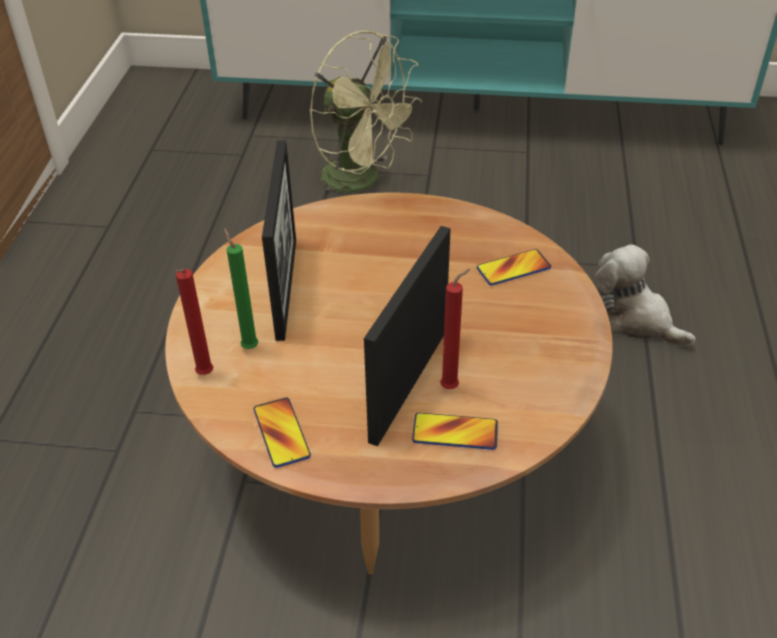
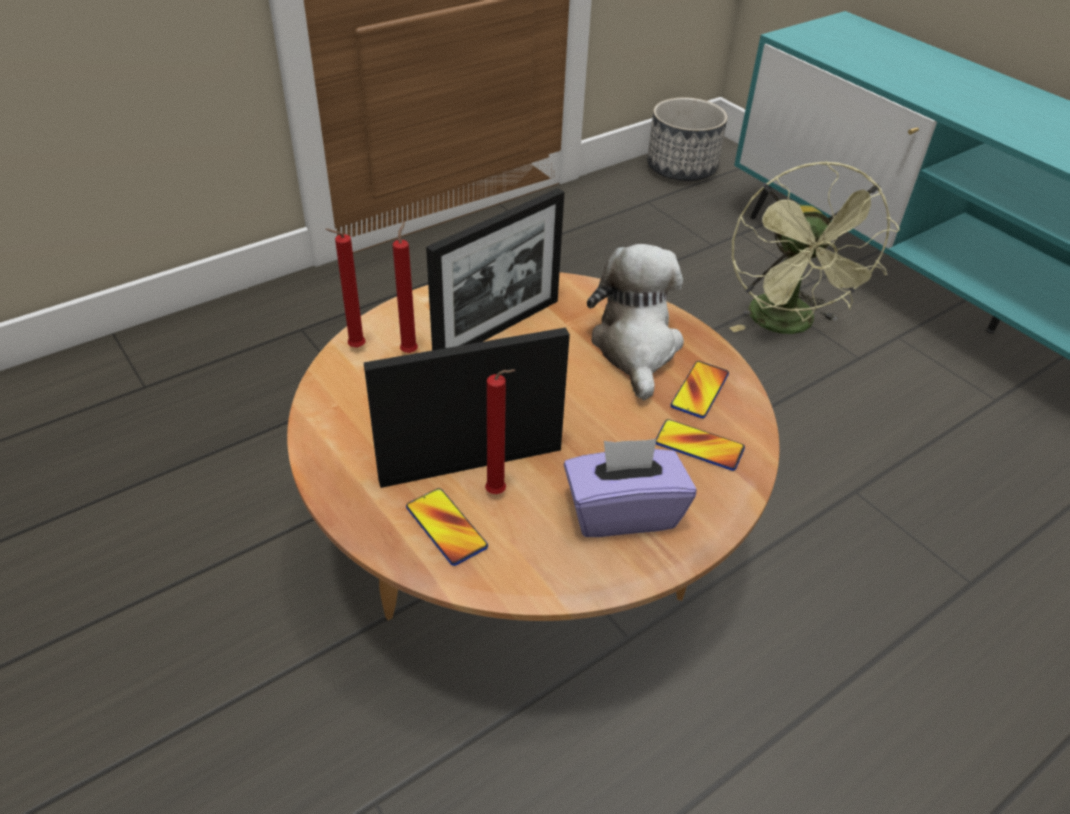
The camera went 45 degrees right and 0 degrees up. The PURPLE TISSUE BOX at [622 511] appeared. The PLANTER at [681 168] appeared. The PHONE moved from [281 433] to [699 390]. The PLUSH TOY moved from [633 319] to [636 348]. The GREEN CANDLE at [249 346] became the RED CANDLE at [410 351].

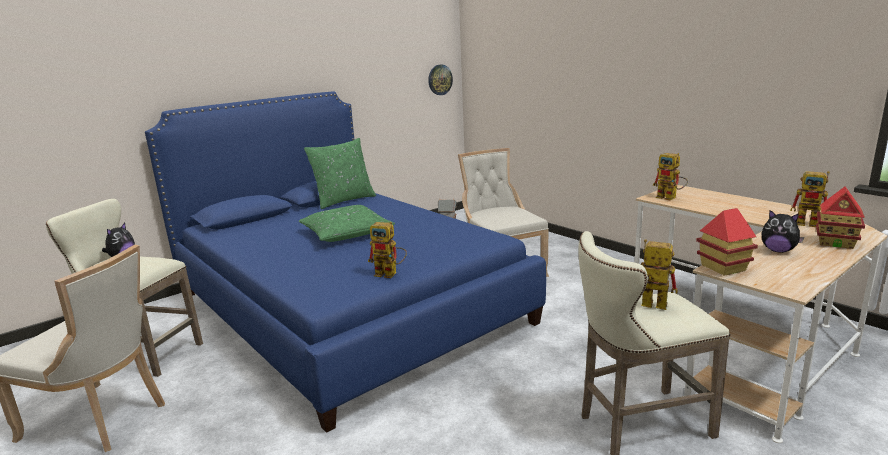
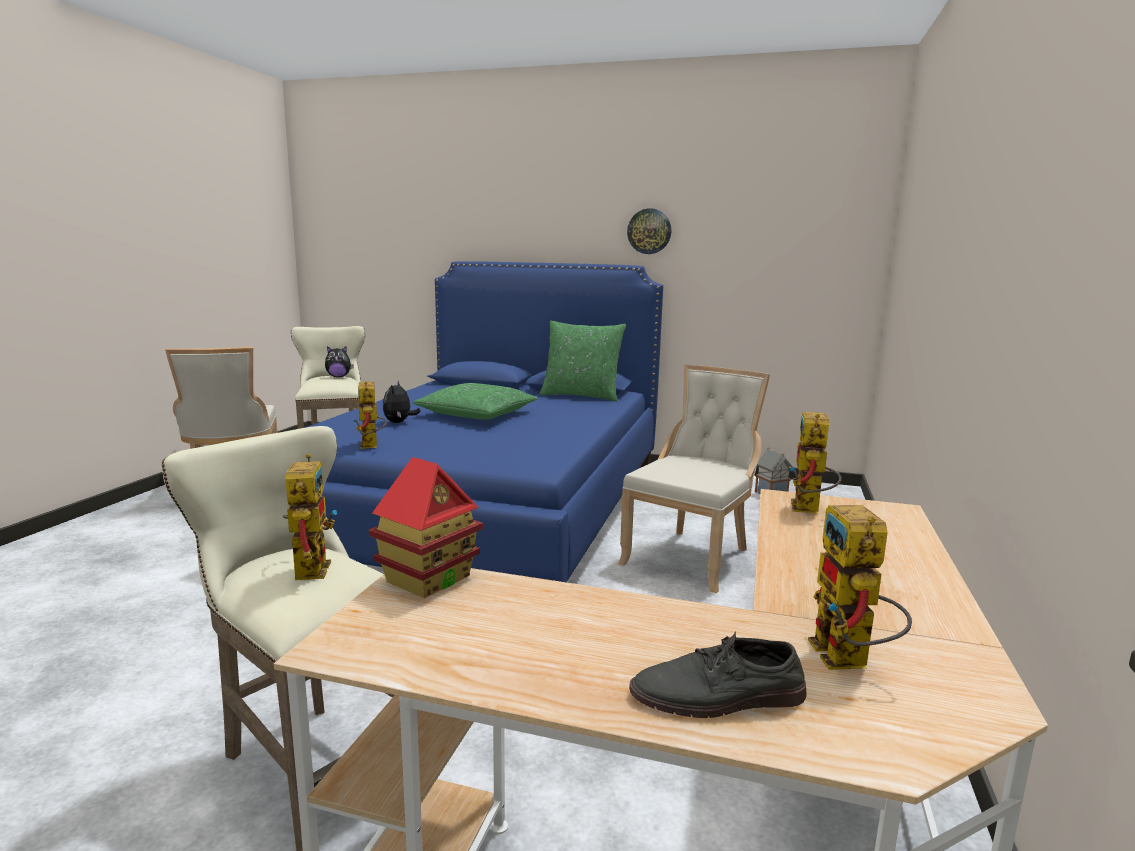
The camera went 55 degrees right and 5 degrees down. The WALL CLOCK moved from [440 79] to [649 231]. The PLUSH TOY moved from [778 251] to [399 422]. The TOY HOUSE at [835 243] was replaced by the GREY SHOE at [717 697].

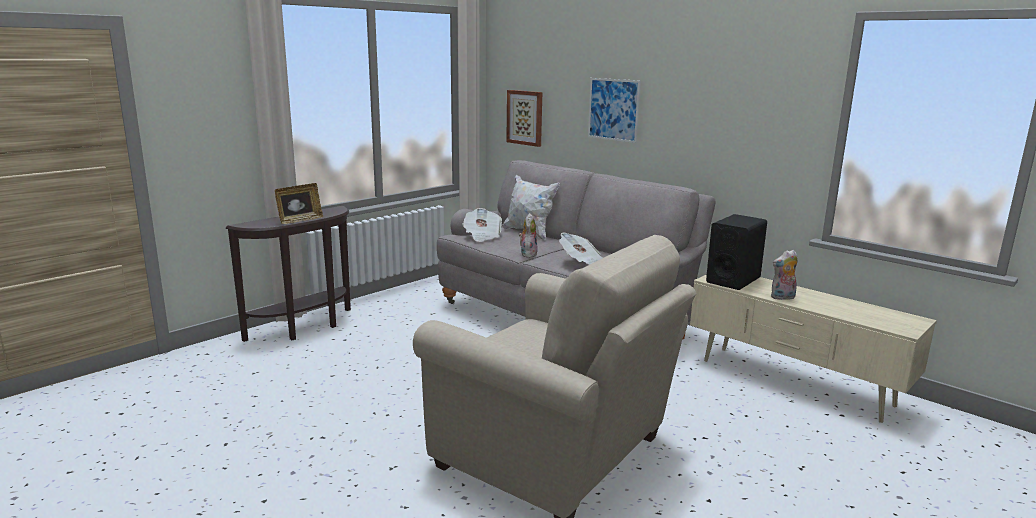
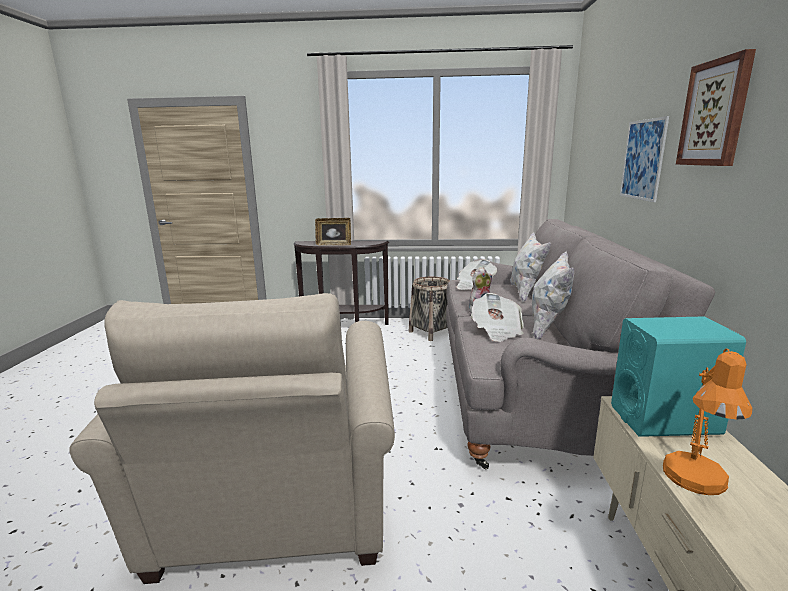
The camera went 50 degrees right and 0 degrees up. The BASKET at [431 332] appeared. The WHITE PILLOW at [548 327] appeared. The PICTURE moved from [525 117] to [715 113]. The PLUSH TOY at [782 298] was replaced by the ORANGE TABLE LAMP at [695 483]. The BLACK SPEAKER at [733 280] became the TURQUOISE SPEAKER at [664 420].

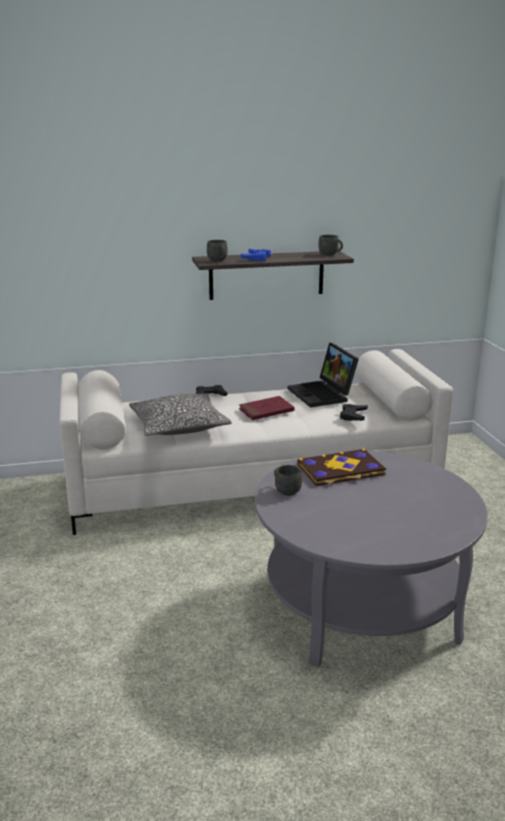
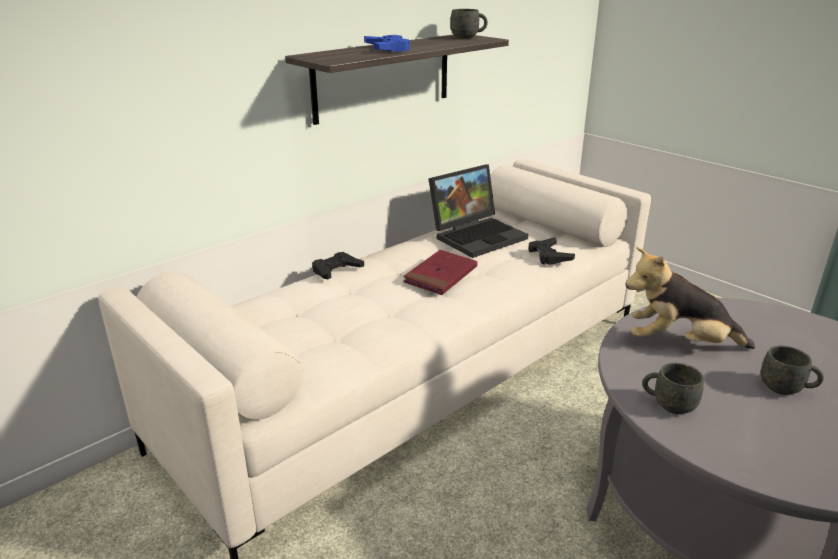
The camera went 30 degrees left and 5 degrees up. The PILLOW at [179 426] disappeared. The GREY MUG moved from [218 260] to [786 389]. The BOOK at [341 470] was replaced by the PLUSH TOY at [679 344]. The LAPTOP at [323 395] turned 75 degrees counterclockwise.

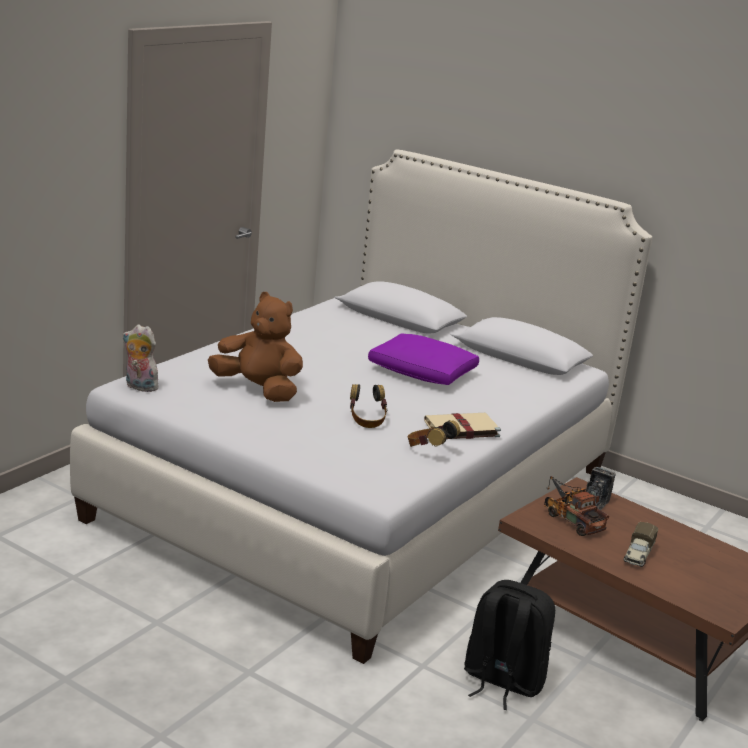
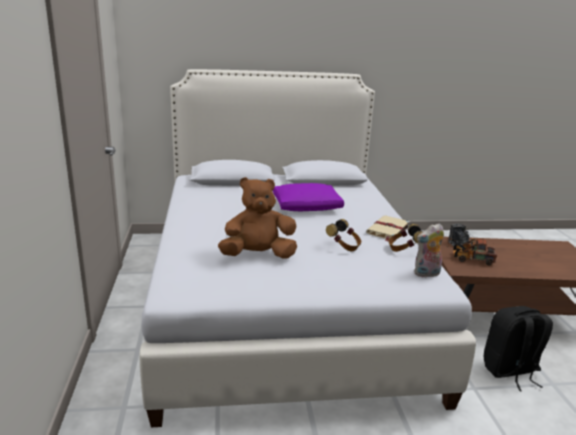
The camera went 40 degrees left and 0 degrees up. The TOY TRUCK at [638 555] disappeared. The PLUSH TOY moved from [139 387] to [426 274].

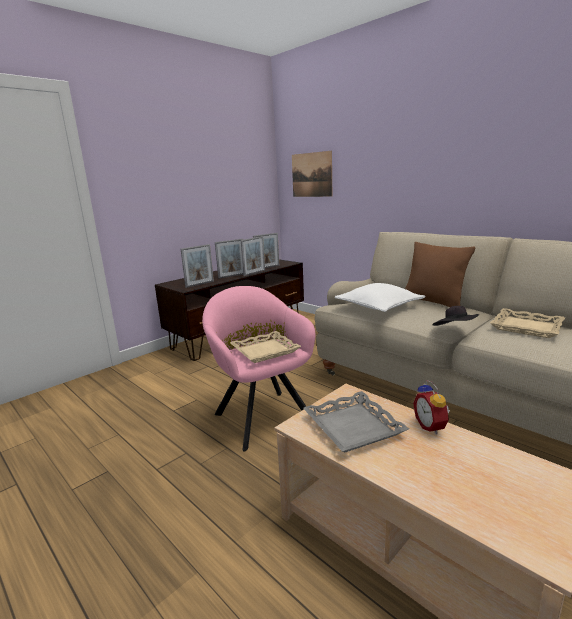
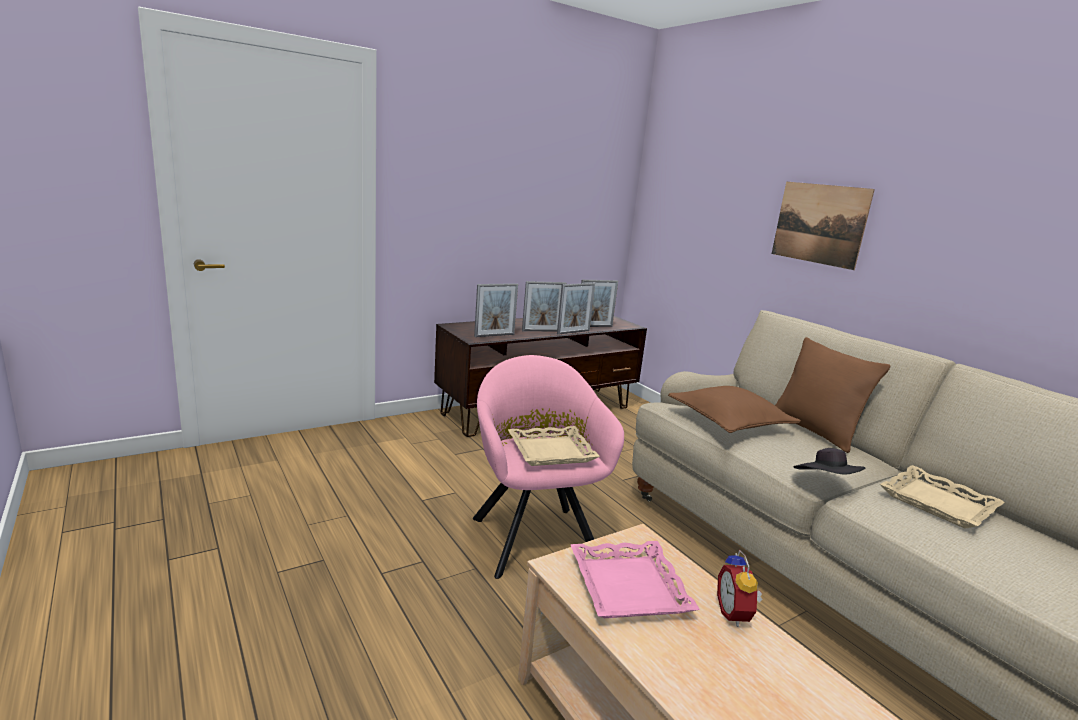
The camera went 10 degrees right and 0 degrees up. The PICTURE moved from [311 175] to [819 224]. The GREY TRAY at [352 427] became the PINK TRAY at [627 586]. The WHITE PILLOW at [379 306] became the BROWN PILLOW at [729 421].

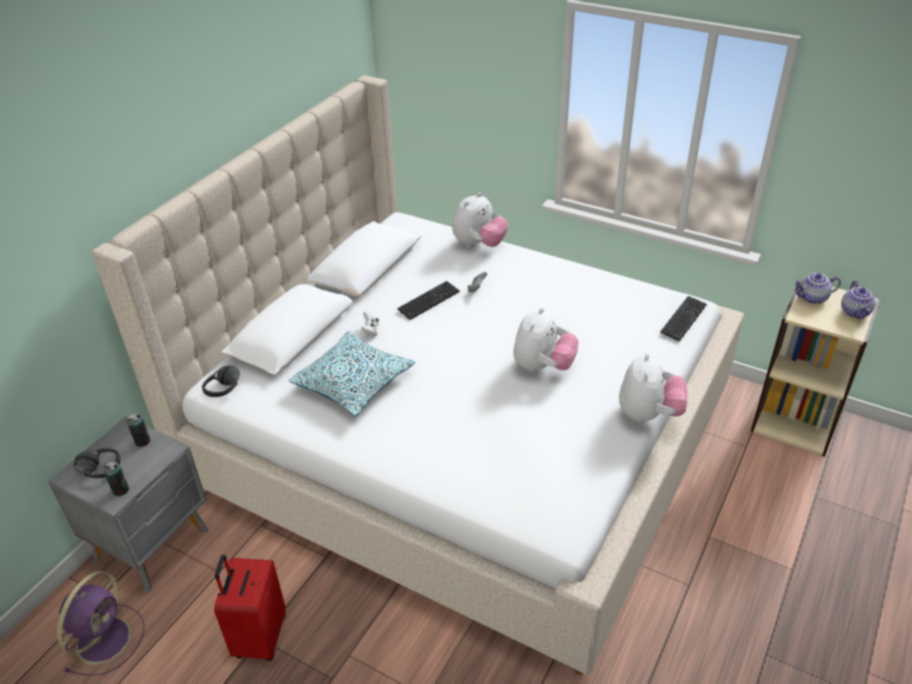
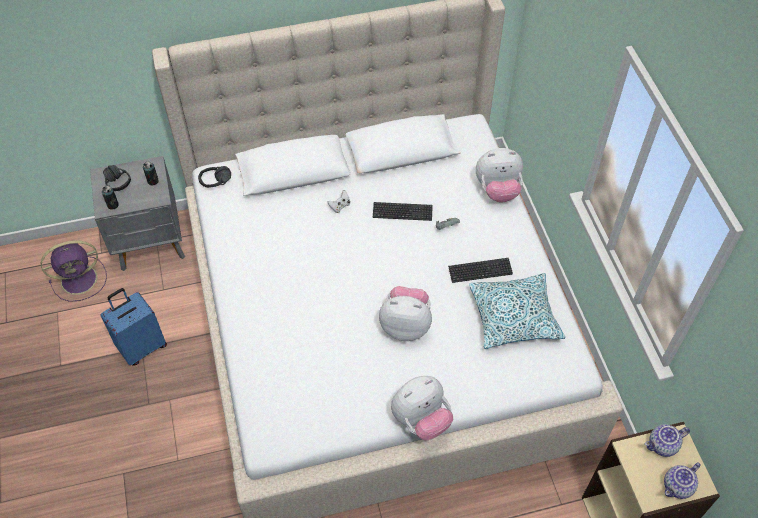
The camera went 45 degrees right and 15 degrees up. The PILLOW moved from [353 382] to [514 316]. The KEYBOARD moved from [683 319] to [480 271]. The RED SUITCASE at [259 637] became the BLUE SUITCASE at [142 347]. The PLUSH TOY at [543 366] turned 150 degrees counterclockwise. The TEAPOT at [812 298] turned 60 degrees counterclockwise.

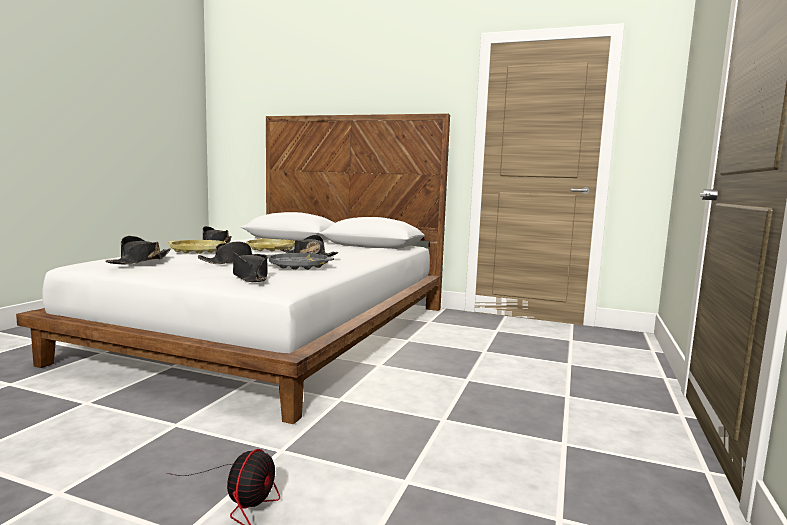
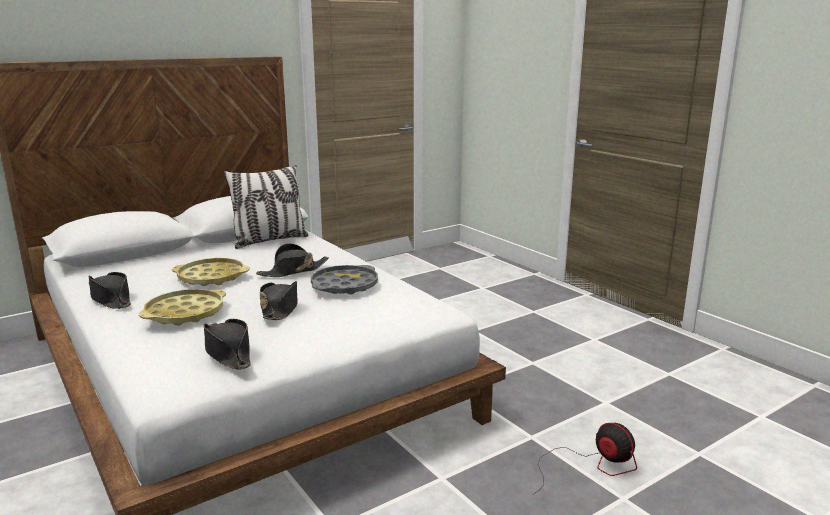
The camera went 55 degrees left and 10 degrees up. The BLACK HAT at [250 277] disappeared. The PILLOW at [269 240] appeared.

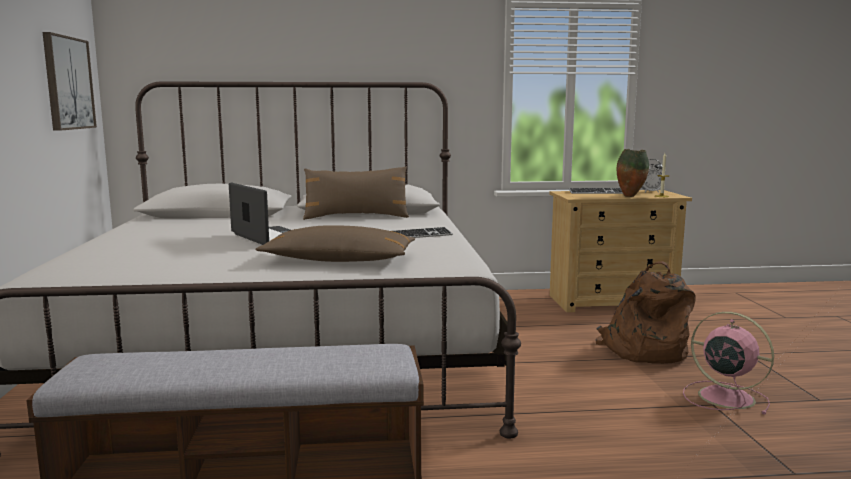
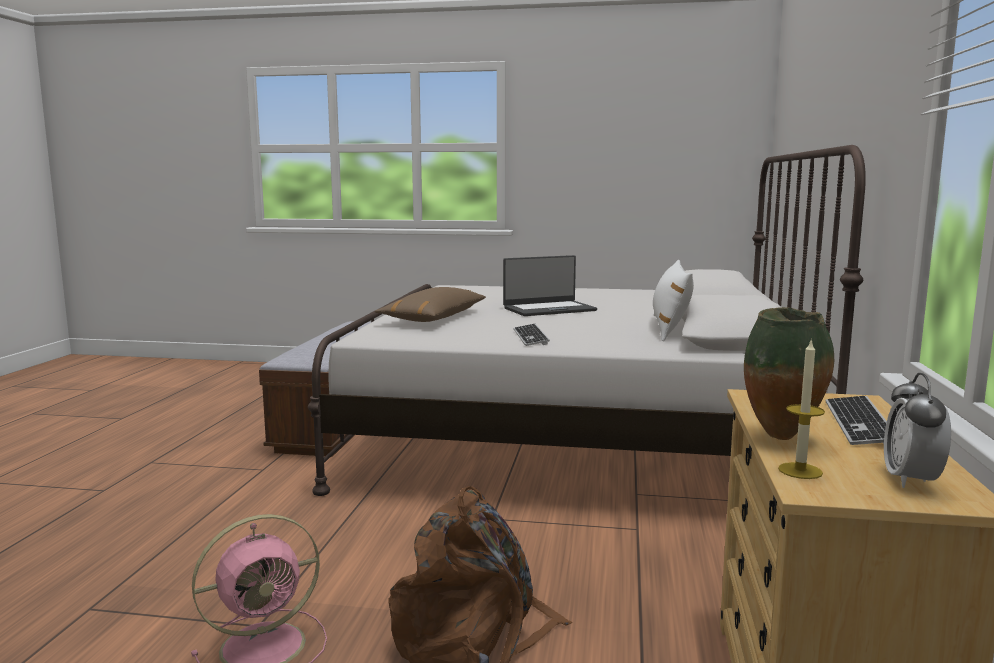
The camera went 105 degrees right and 0 degrees up. The PICTURE at [68 83] disappeared. The BROWN PILLOW at [356 217] became the WHITE PILLOW at [670 328].

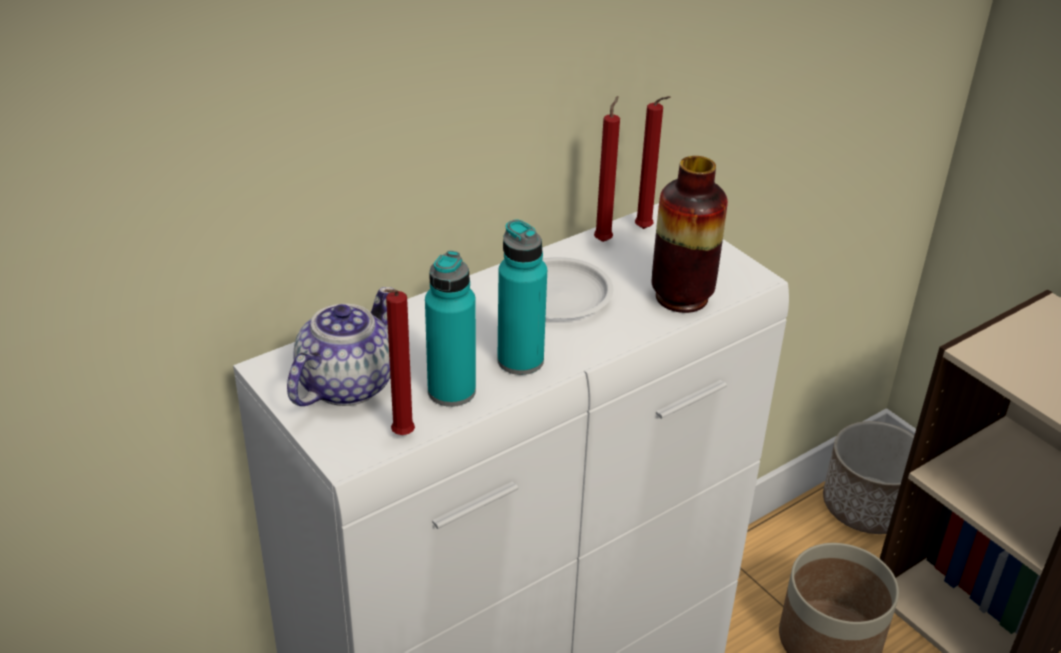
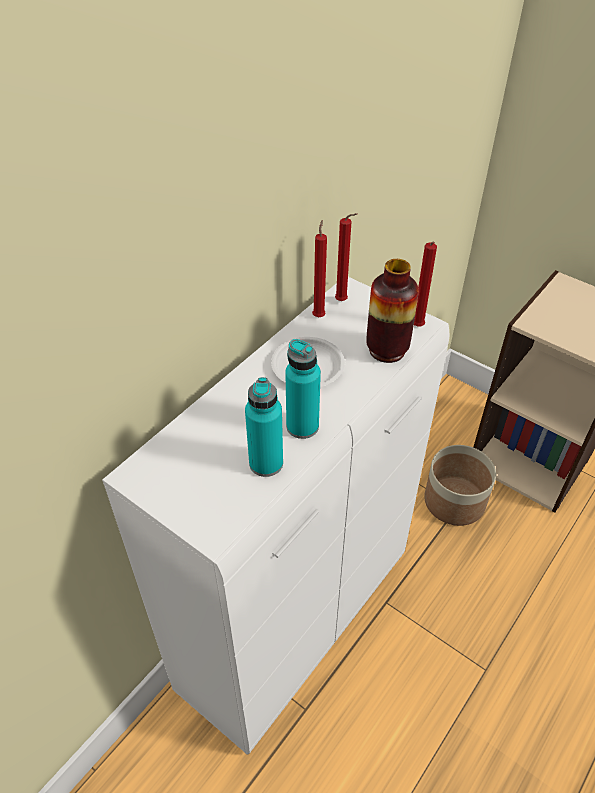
The camera went 15 degrees left and 10 degrees up. The TEAPOT at [346 384] disappeared. The PLANTER at [866 507] disappeared. The RED CANDLE moved from [401 437] to [417 328].

